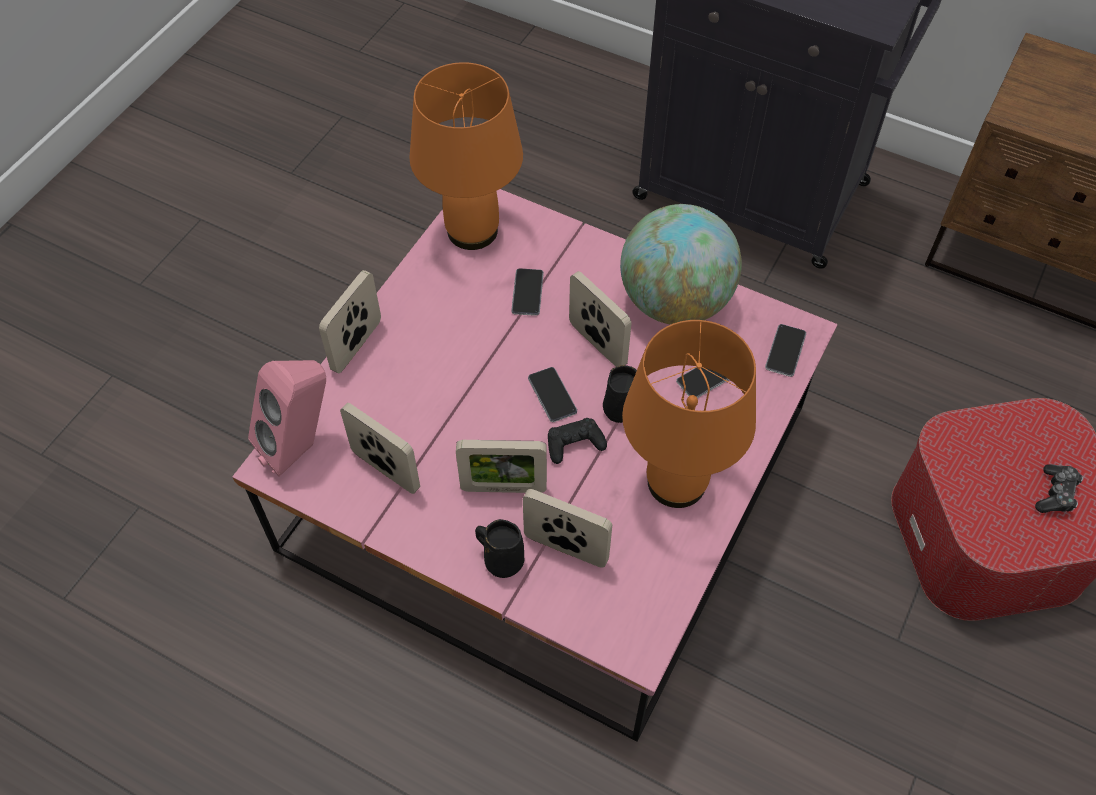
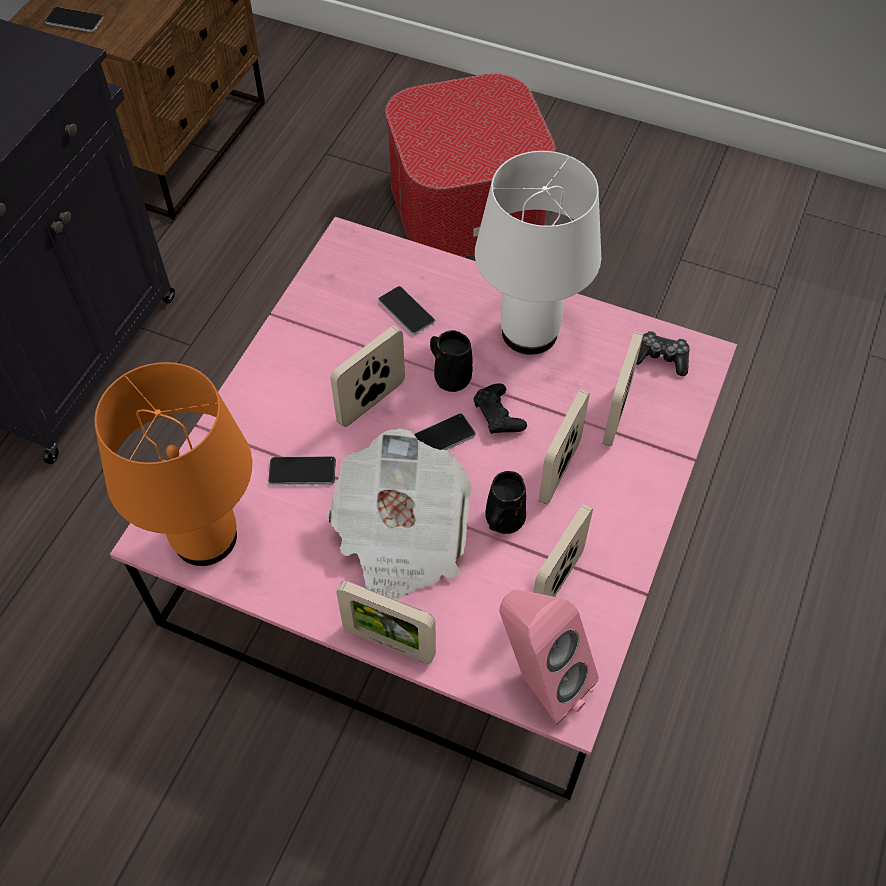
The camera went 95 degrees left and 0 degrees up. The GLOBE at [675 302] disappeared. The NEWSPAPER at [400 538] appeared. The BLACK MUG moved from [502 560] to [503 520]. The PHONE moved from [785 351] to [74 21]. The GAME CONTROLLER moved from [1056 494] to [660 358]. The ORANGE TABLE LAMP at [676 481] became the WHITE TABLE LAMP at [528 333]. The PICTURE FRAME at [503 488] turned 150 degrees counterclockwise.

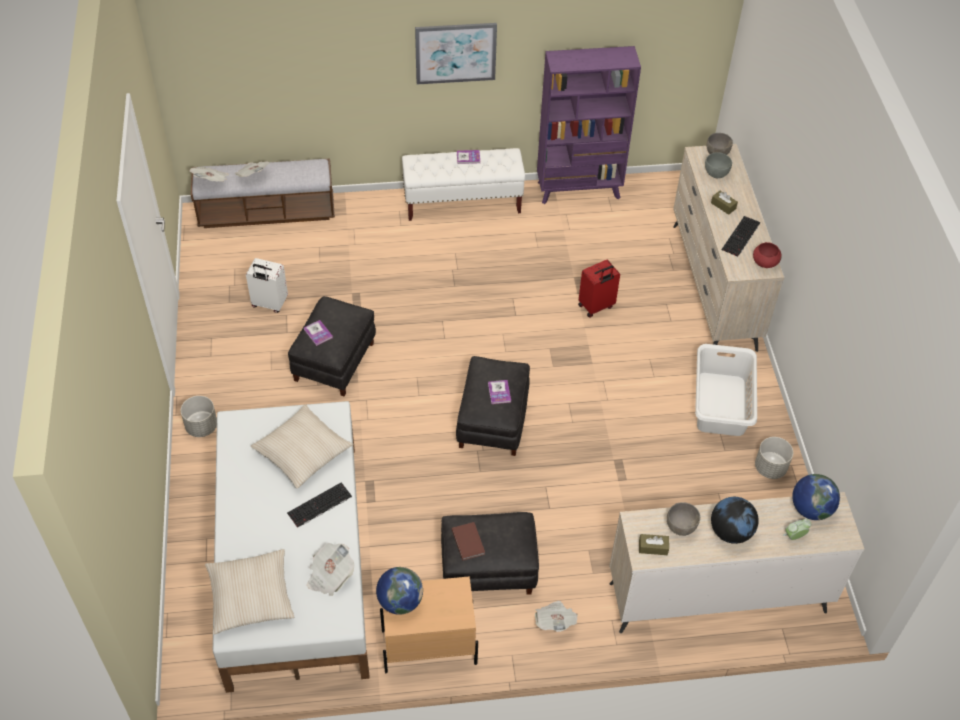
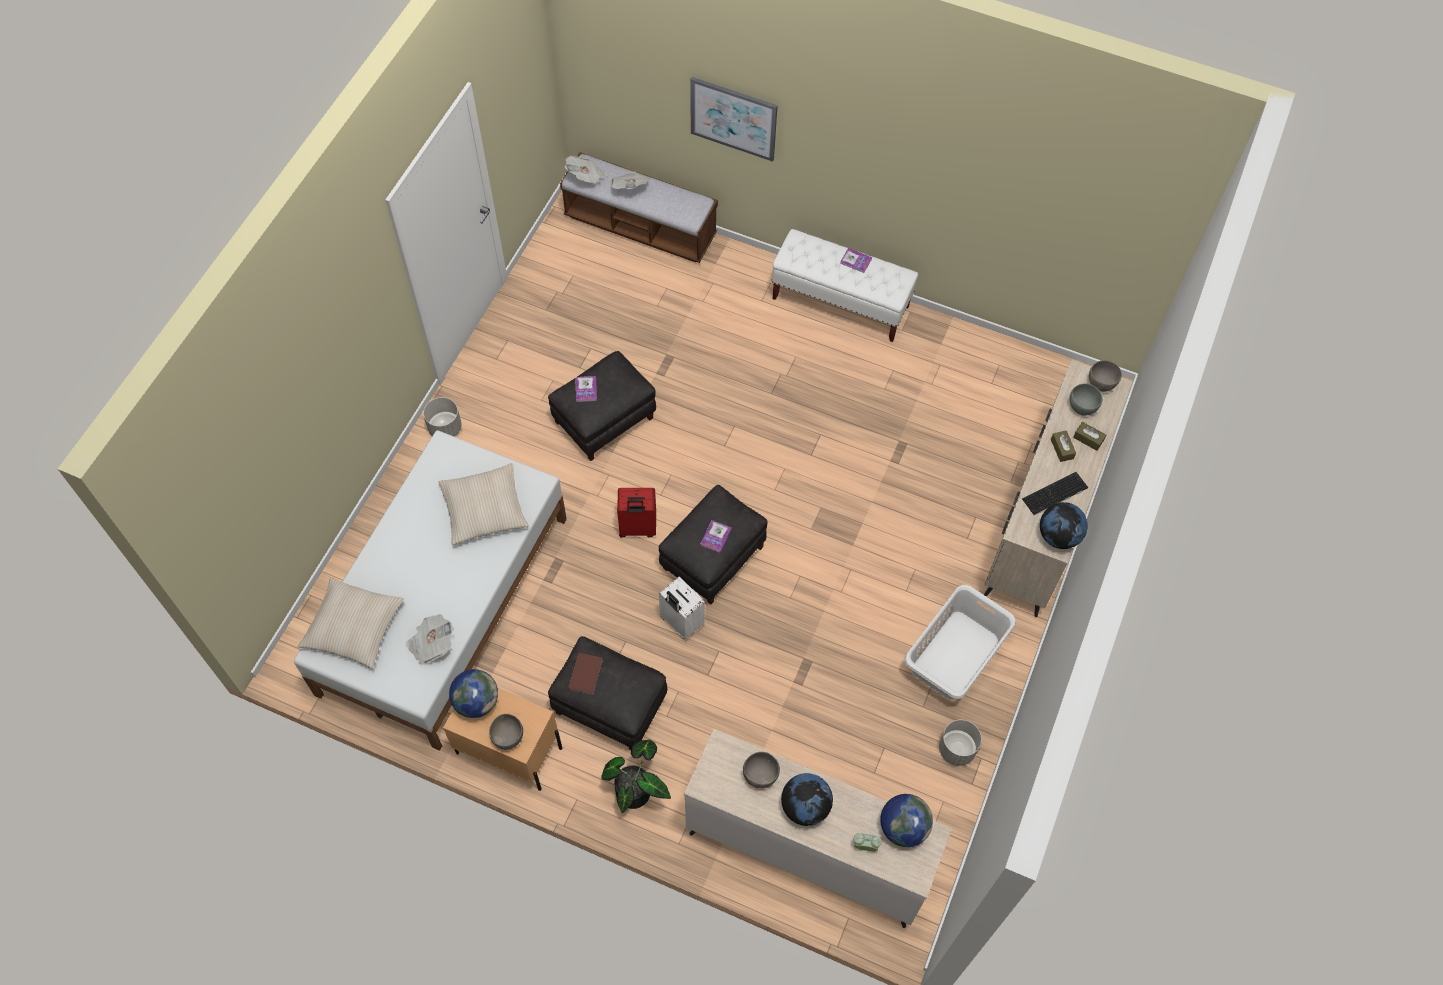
The camera went 30 degrees right and 10 degrees up. The KEYBOARD at [319 506] disappeared. The PURPLE BOOKCASE at [579 190] disappeared. The GREY BOWL at [508 737] appeared. The WHITE SUITCASE moved from [269 304] to [680 622]. The PICTURE moved from [455 53] to [733 118]. The RED SUITCASE moved from [596 307] to [637 528]. The BROWN TISSUE BOX moved from [653 547] to [1088 439]. The NEWSPAPER at [555 621] was replaced by the POTTED PLANT at [637 789]. The RED BOWL at [764 262] was replaced by the GLOBE at [1058 536].

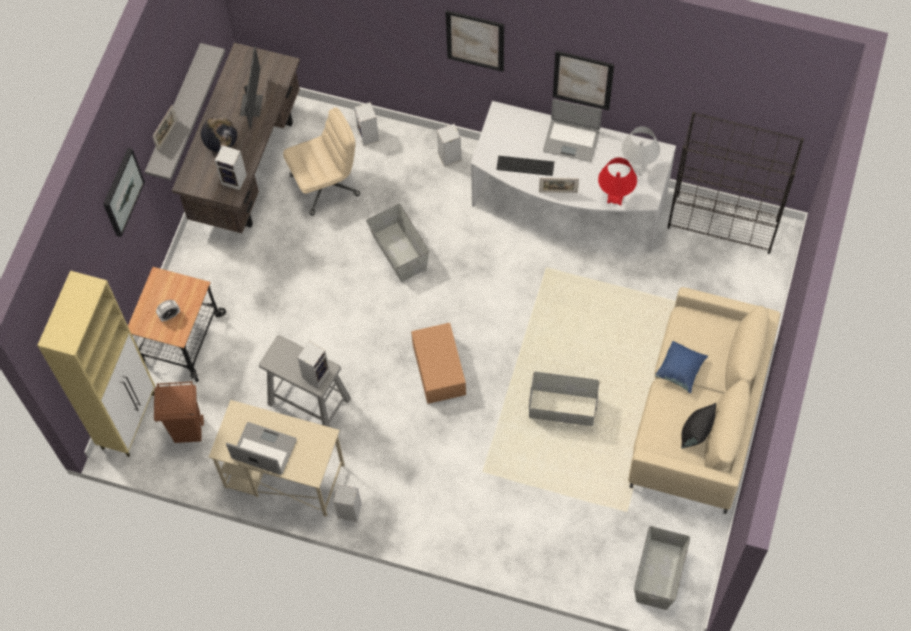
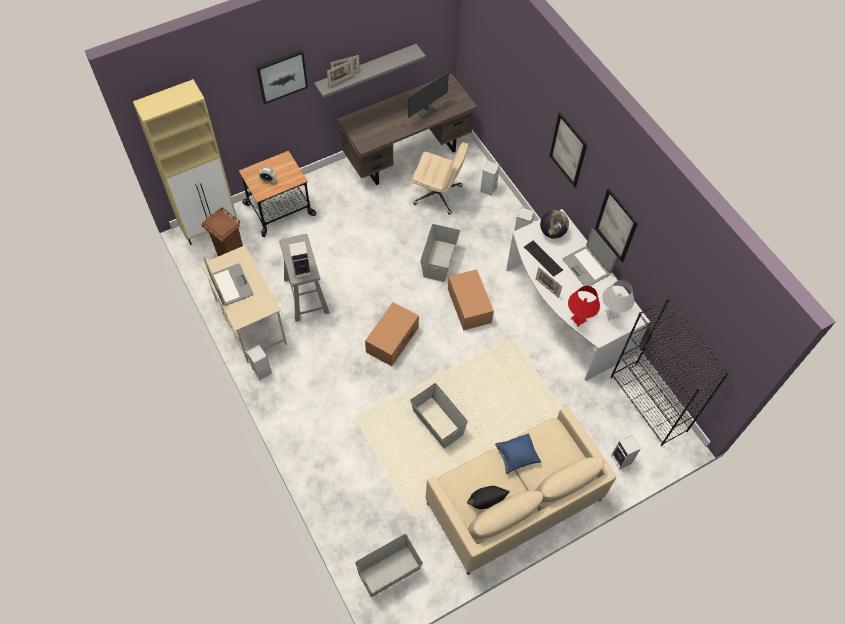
The camera went 40 degrees right and 5 degrees down. The PICTURE FRAME at [341 80] appeared. The CARDBOARD BOX at [469 305] appeared. The GLOBE moved from [221 143] to [552 232]. The SPEAKER moved from [235 179] to [622 460].

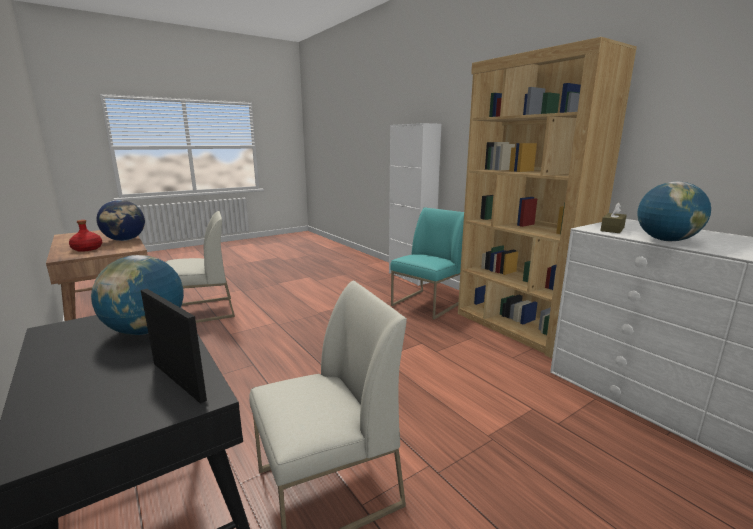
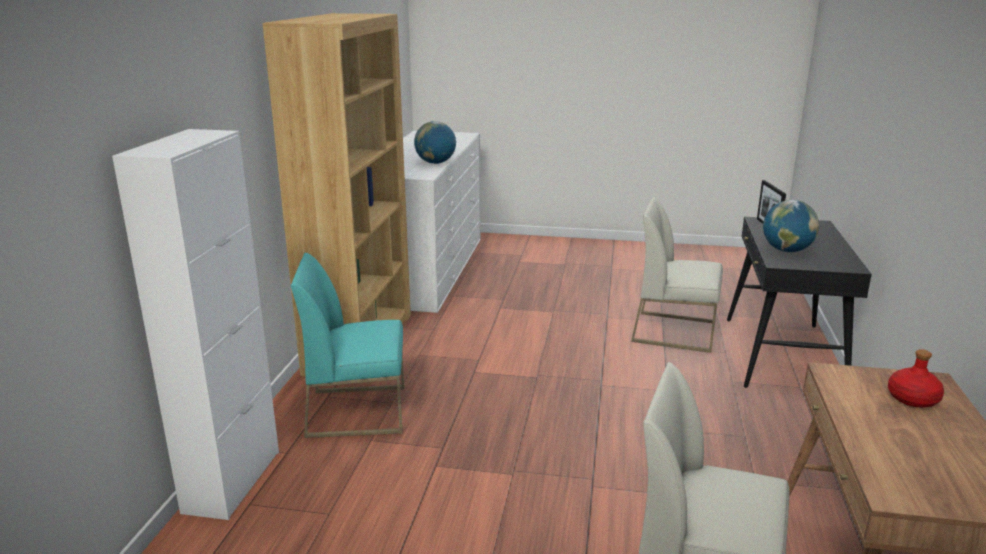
The camera went 135 degrees left and 5 degrees up. The GLOBE at [125 240] disappeared. The BROWN TISSUE BOX at [612 229] disappeared.

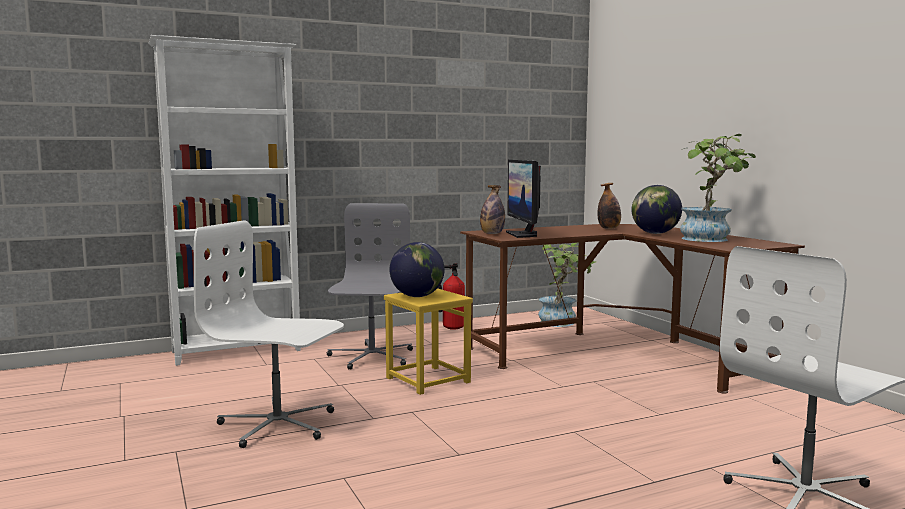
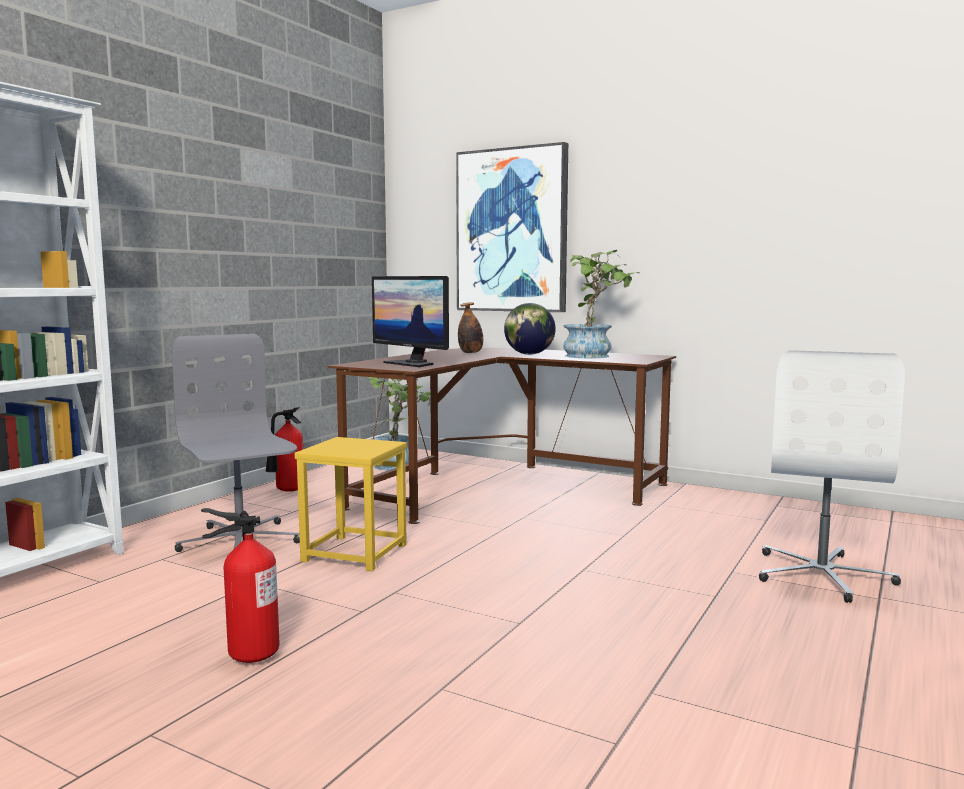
The camera went 35 degrees left and 0 degrees up. The GLOBE at [417 296] disappeared. The BOTTLE at [492 234] disappeared. The PICTURE at [512 231] appeared. The WHITE OFFICE CHAIR at [277 425] was replaced by the FIRE EXTINGUISHER at [250 654].

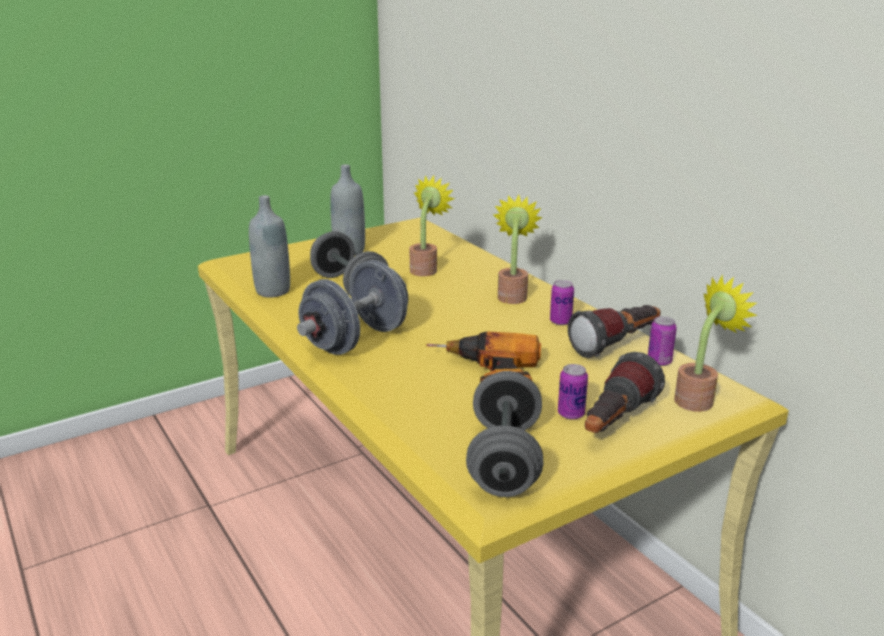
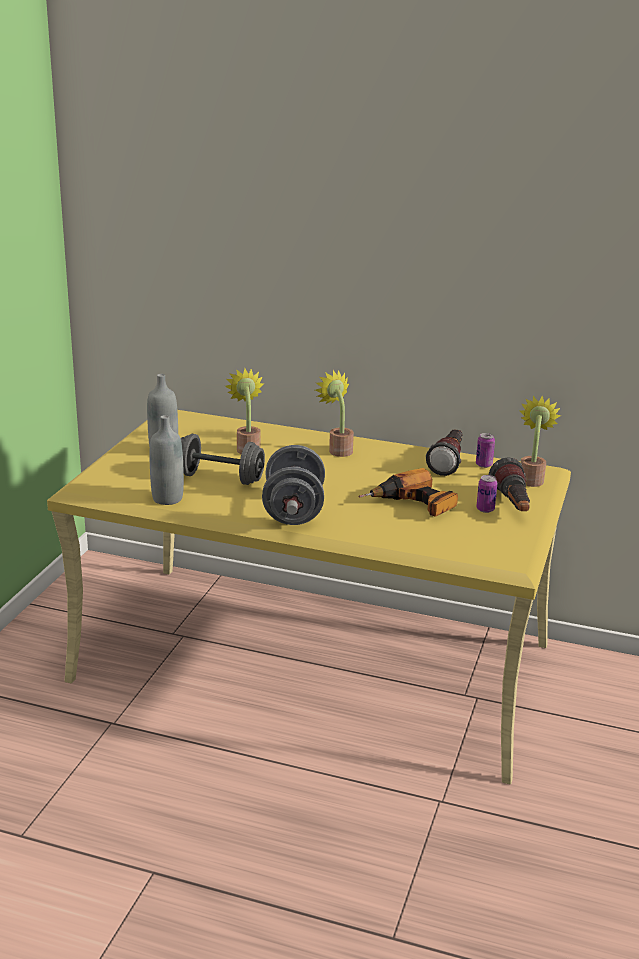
The camera went 40 degrees left and 0 degrees up. The GREY DUMBBELL at [504 460] disappeared. The CAN at [560 321] disappeared.

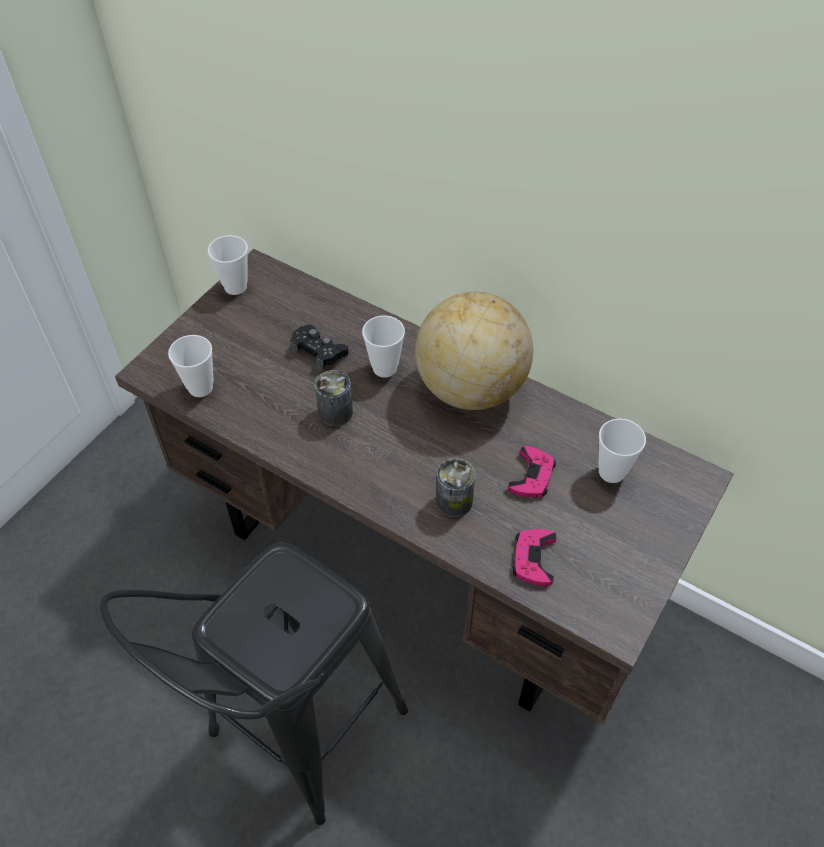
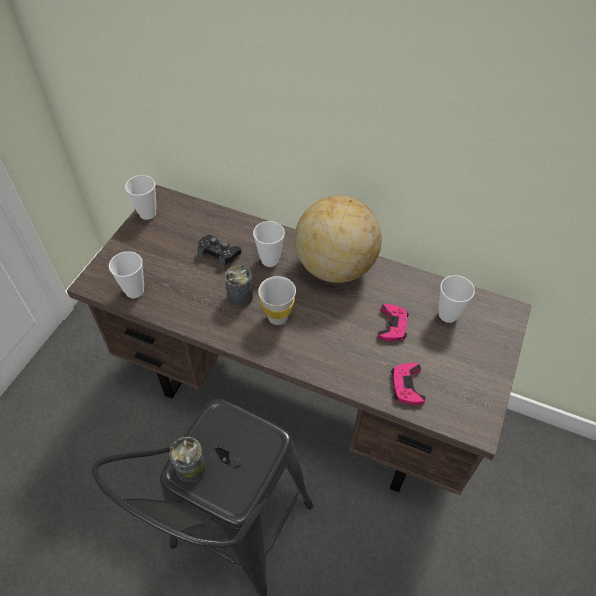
The camera went 10 degrees left and 0 degrees up. The WHITE CUP at [278 317] appeared. The CAN moved from [454 501] to [191 467].

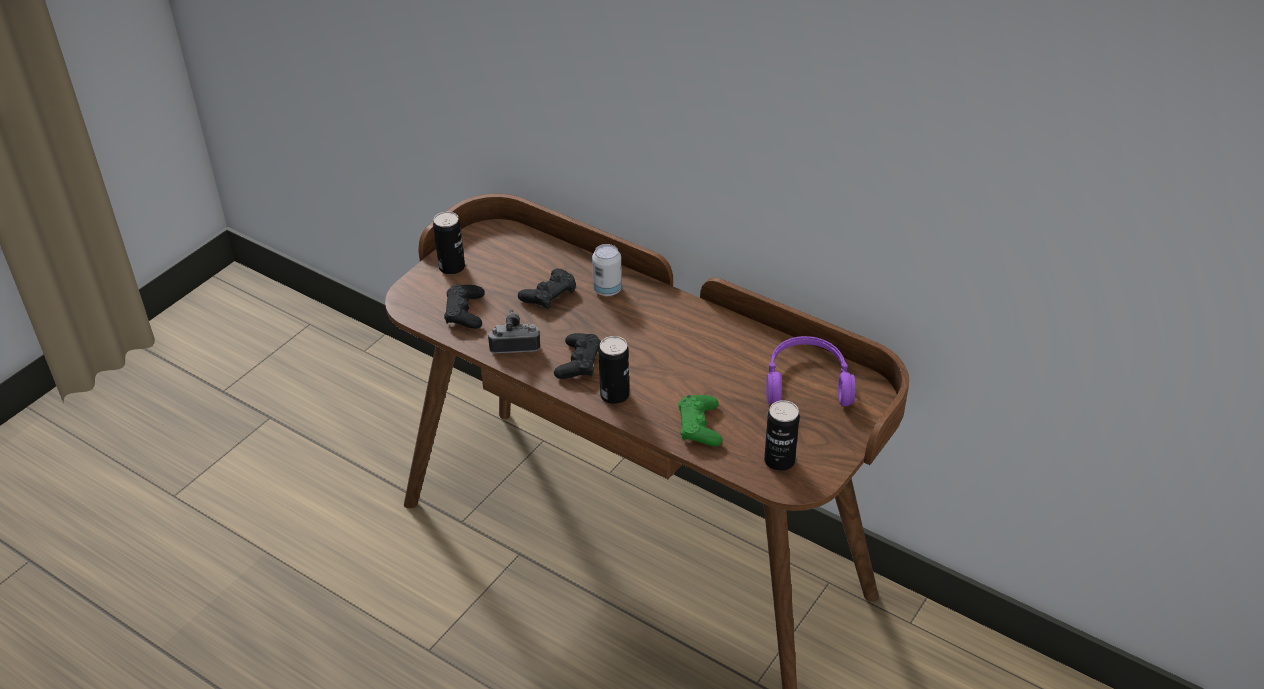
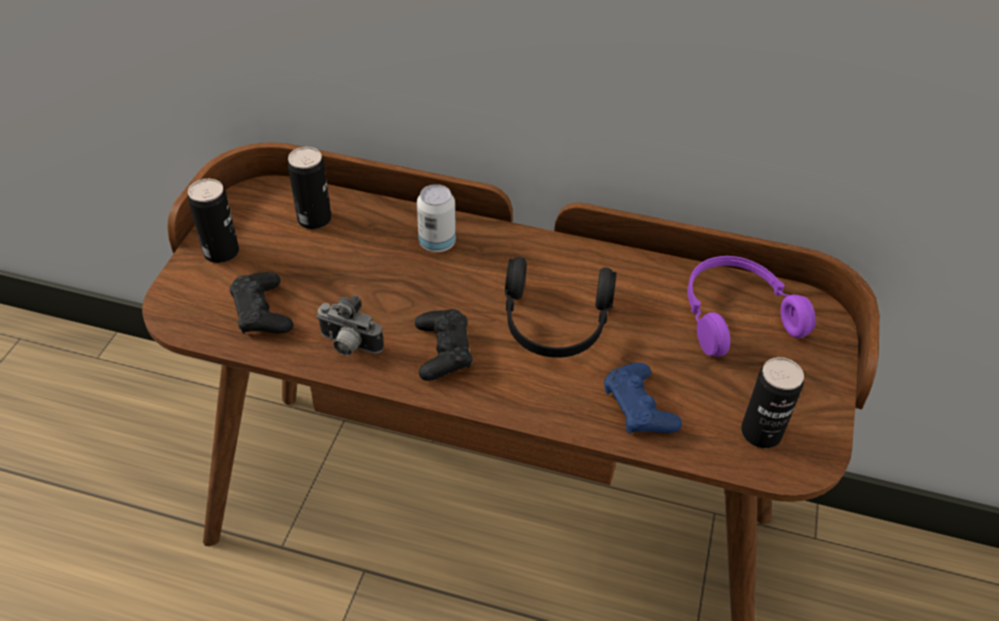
The camera went 20 degrees left and 5 degrees up. The BLACK GAME CONTROLLER at [549 294] disappeared. The BLACK HEADPHONES at [555 323] appeared. The CAN moved from [614 395] to [314 219]. The GREEN GAME CONTROLLER at [699 426] became the BLUE GAME CONTROLLER at [639 407]. The PHOTO CAMERA at [515 346] turned 135 degrees counterclockwise.

